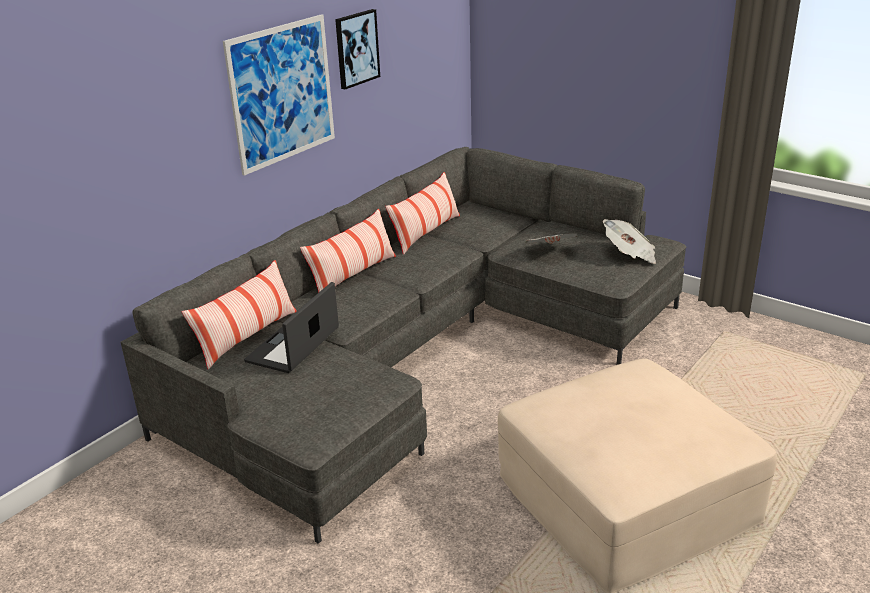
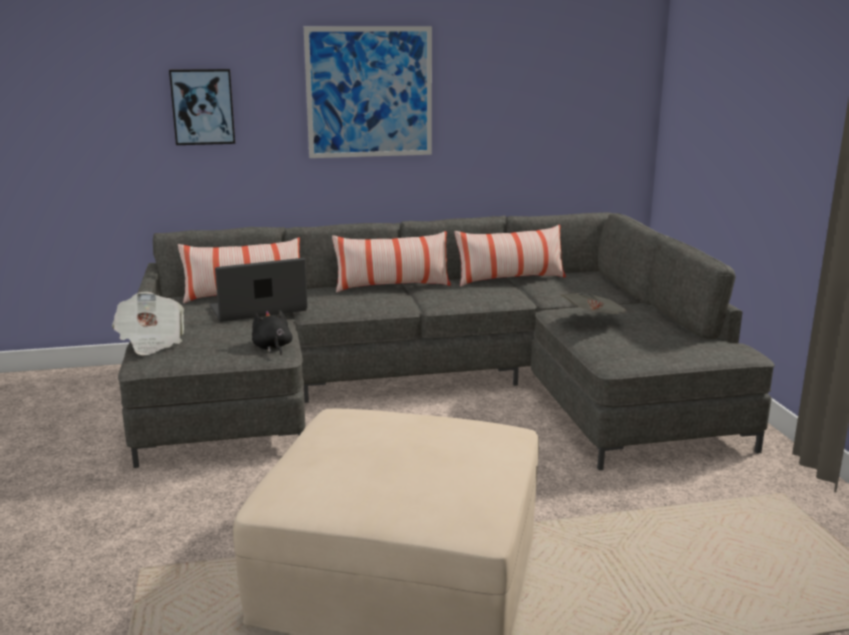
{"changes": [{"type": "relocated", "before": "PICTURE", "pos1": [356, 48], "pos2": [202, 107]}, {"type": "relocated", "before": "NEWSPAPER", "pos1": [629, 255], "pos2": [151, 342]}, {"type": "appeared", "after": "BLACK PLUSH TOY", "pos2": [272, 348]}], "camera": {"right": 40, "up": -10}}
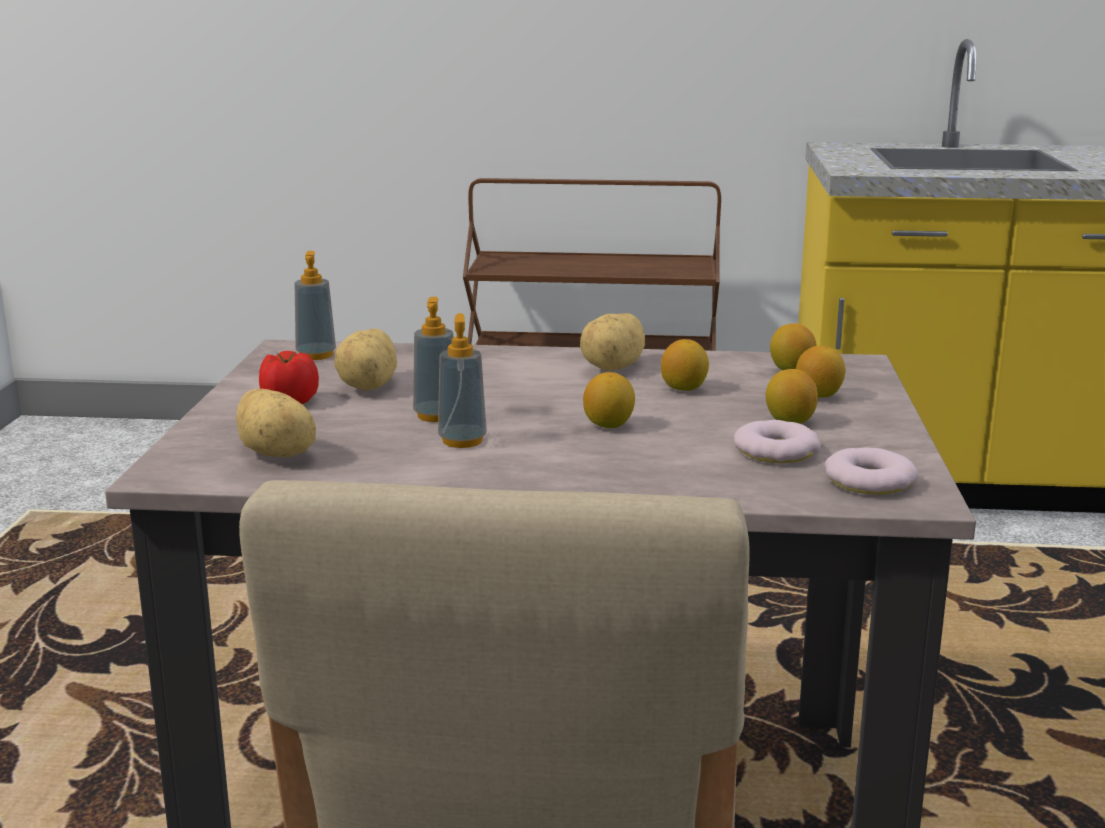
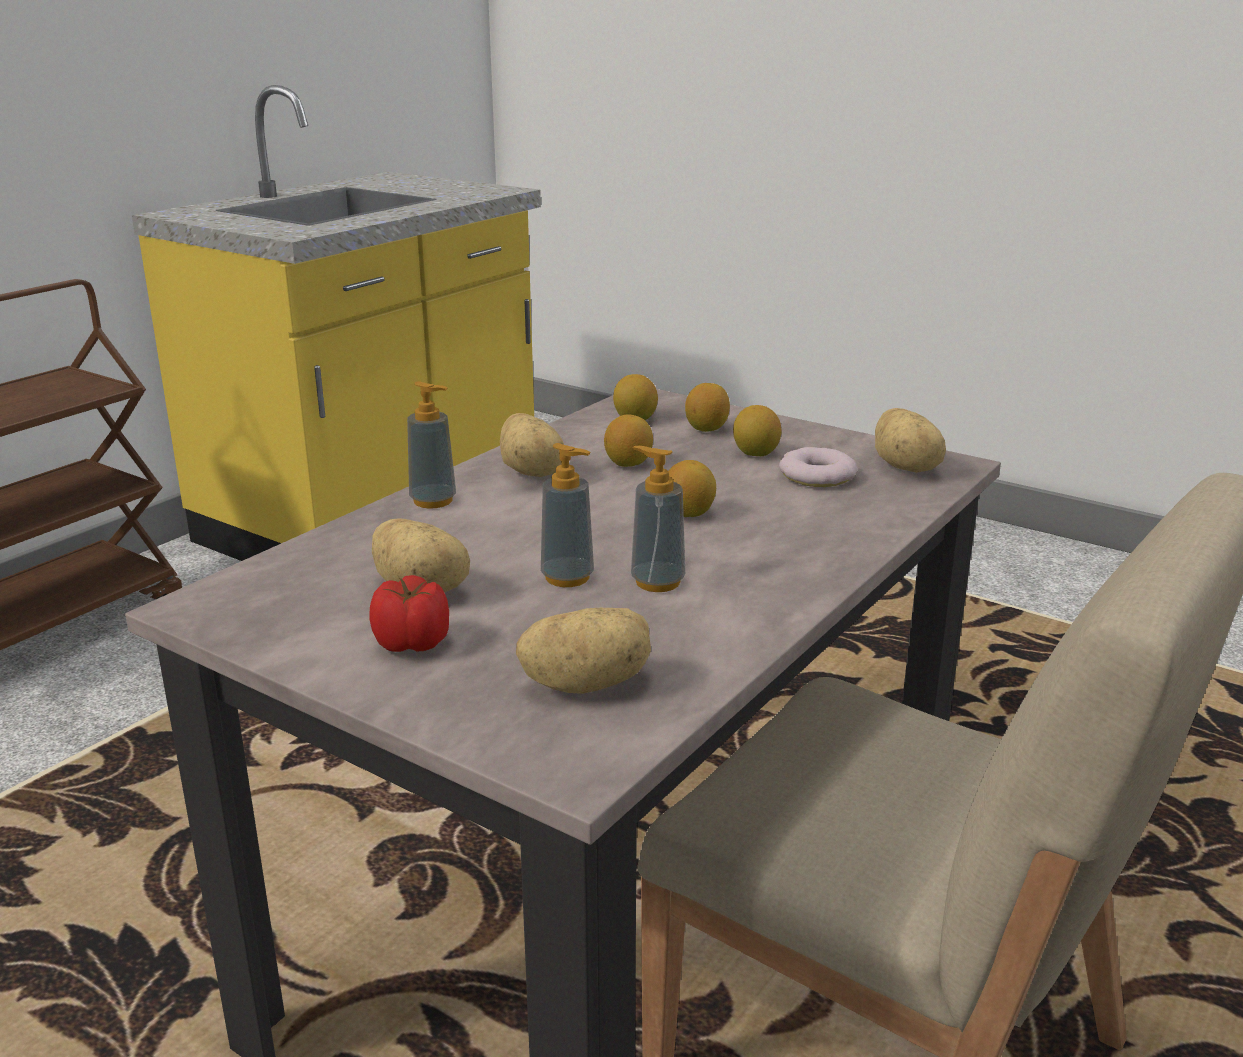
{"changes": [{"type": "relocated", "before": "SOAP DISPENSER", "pos1": [316, 355], "pos2": [433, 501]}, {"type": "exchanged", "before": "DONUT", "after": "POTATO", "pos1": [868, 481], "pos2": [906, 467]}], "camera": {"right": -60, "up": 5}}
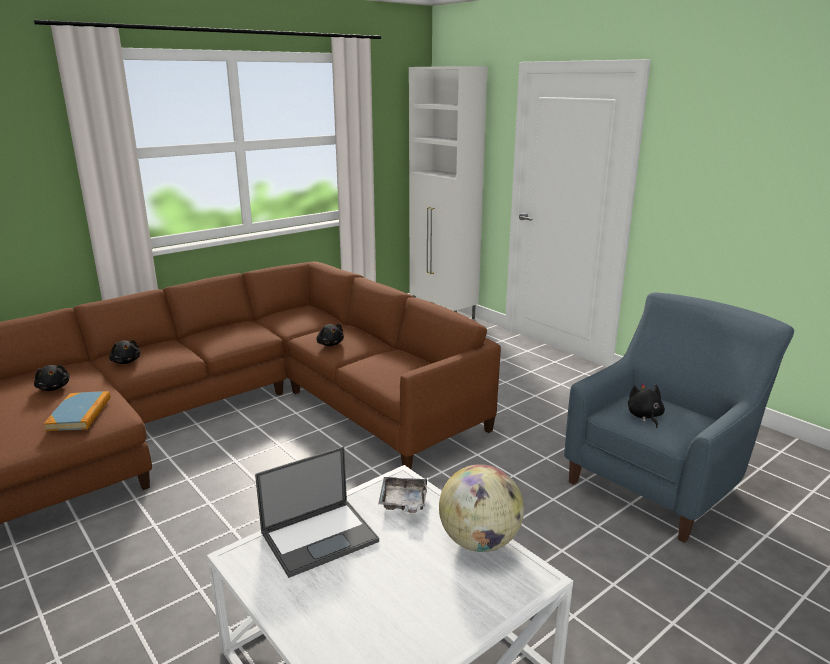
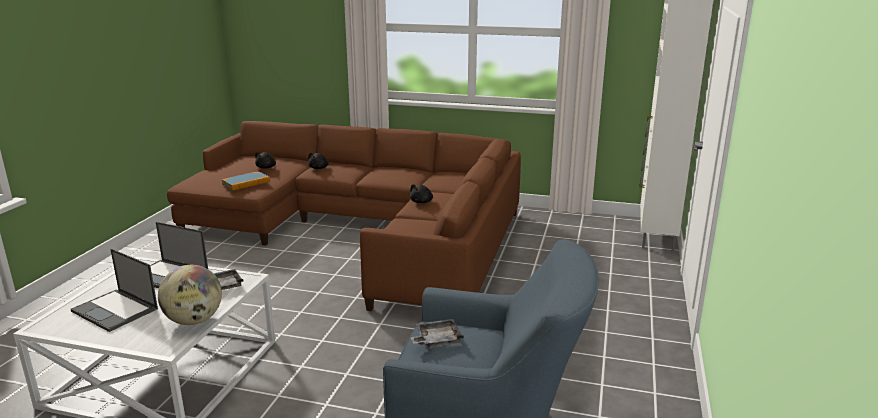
{"changes": [{"type": "exchanged", "before": "BLACK PLUSH TOY", "after": "GREY TRAY", "pos1": [644, 416], "pos2": [436, 340]}, {"type": "appeared", "after": "LAPTOP", "pos2": [116, 310]}], "camera": {"right": 55, "up": 0}}
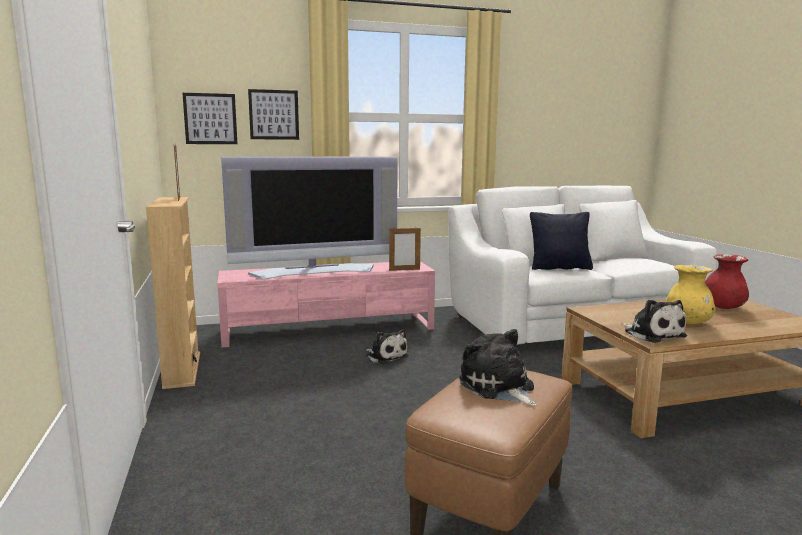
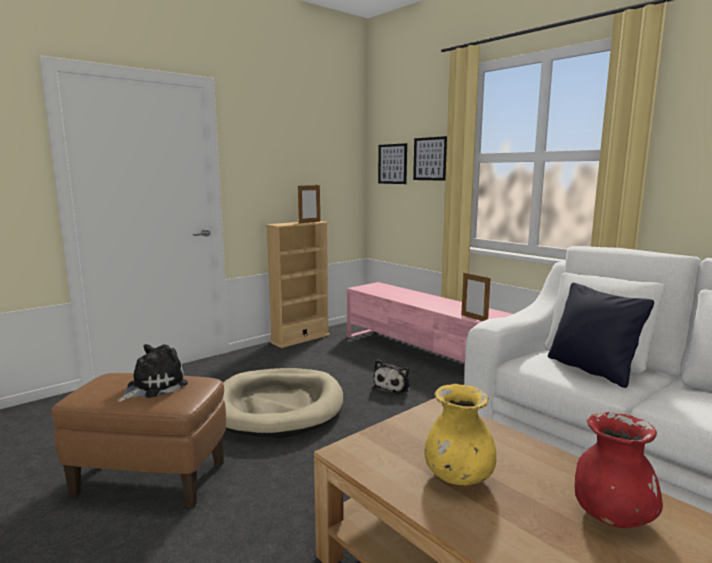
{"changes": [{"type": "missing", "before": "TELEVISION", "pos1": [314, 271]}, {"type": "missing", "before": "PLUSH TOY", "pos1": [652, 334]}, {"type": "appeared", "after": "BEIGE DOG BED", "pos2": [278, 406]}], "camera": {"right": 65, "up": 0}}
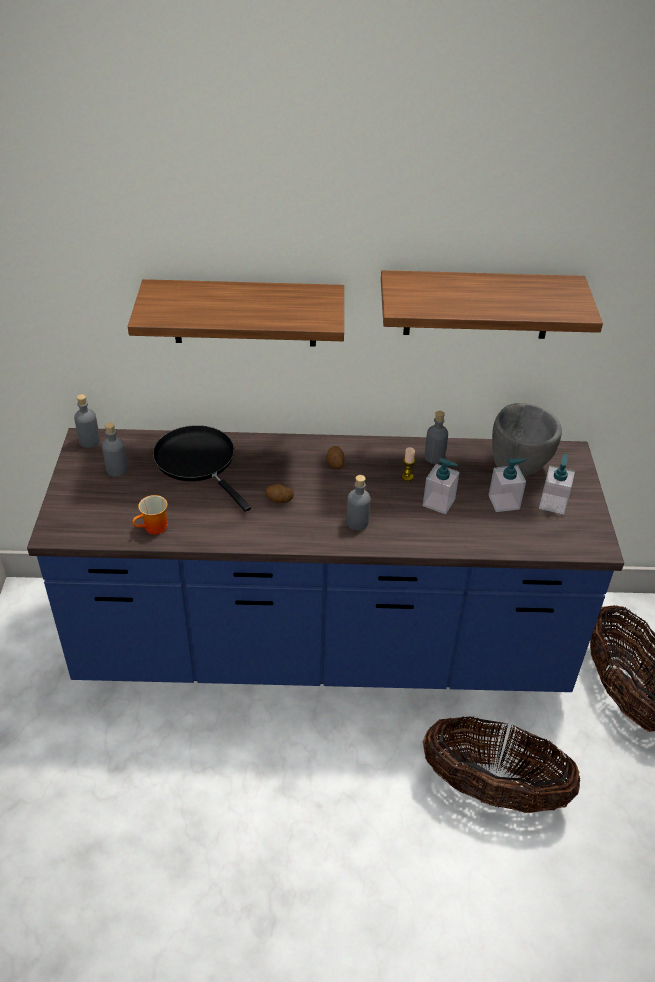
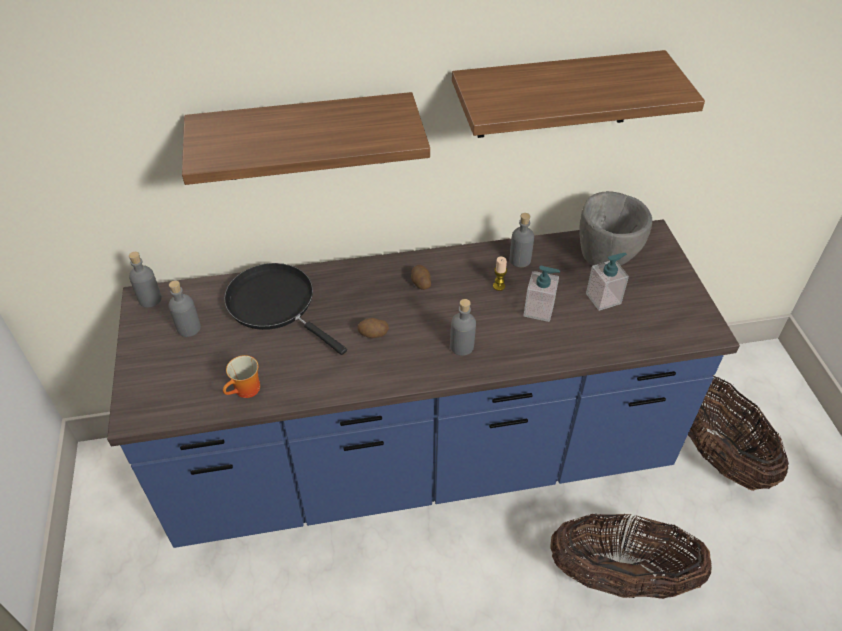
{"changes": [{"type": "missing", "before": "SOAP DISPENSER", "pos1": [553, 503]}], "camera": {"right": -10, "up": 5}}
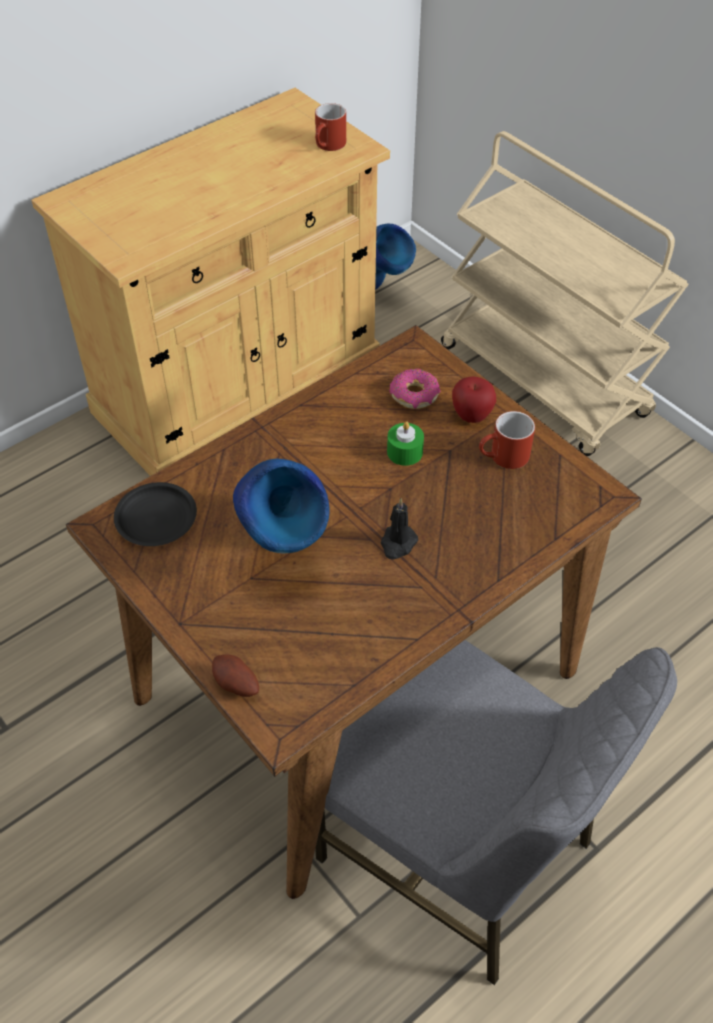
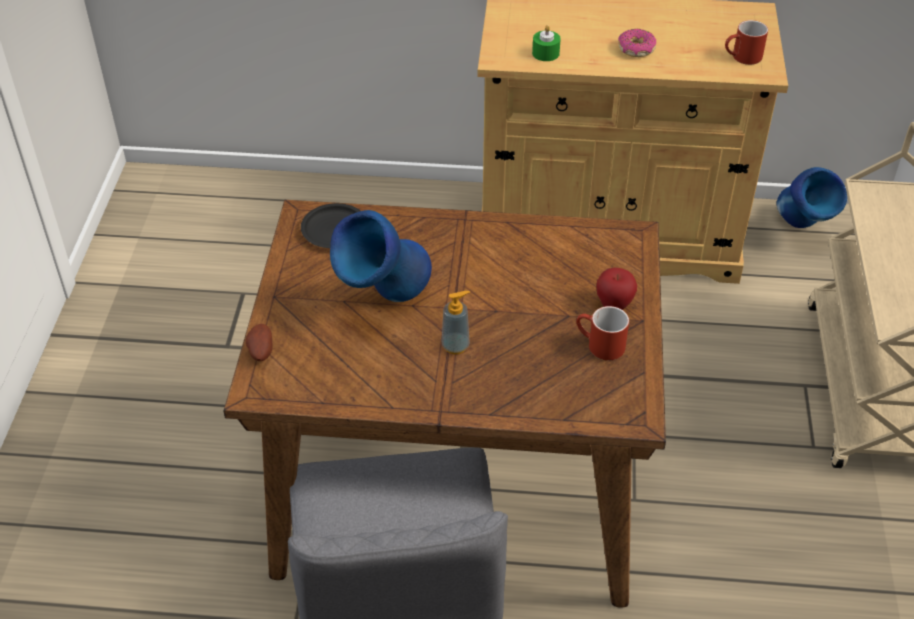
{"changes": [{"type": "exchanged", "before": "BLACK CANDLE", "after": "SOAP DISPENSER", "pos1": [398, 543], "pos2": [455, 346]}, {"type": "relocated", "before": "GREEN CANDLE", "pos1": [404, 452], "pos2": [545, 53]}, {"type": "relocated", "before": "DONUT", "pos1": [414, 396], "pos2": [636, 49]}], "camera": {"right": 45, "up": -5}}
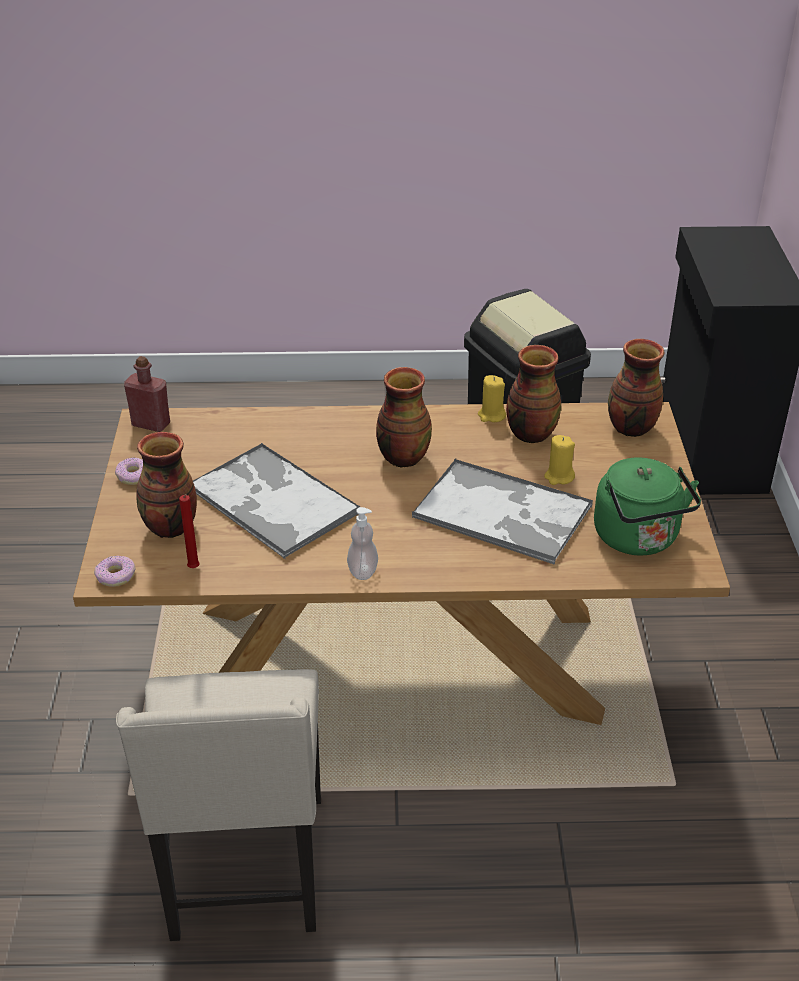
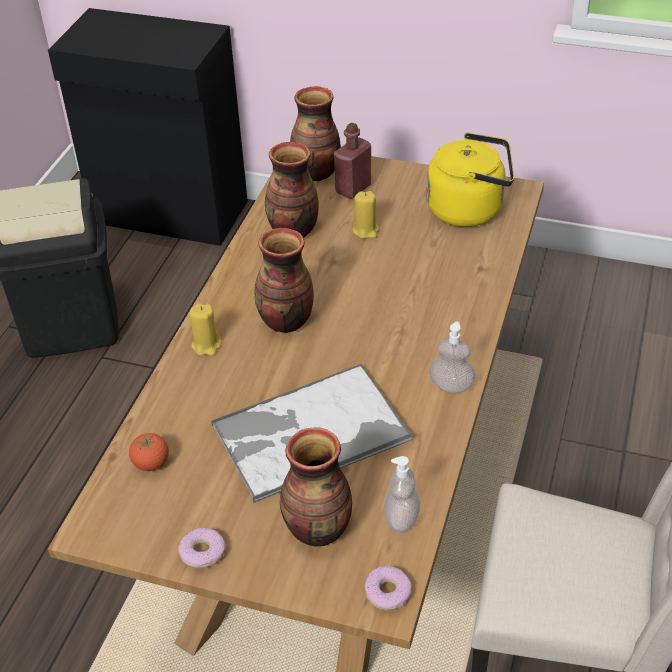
{"changes": [{"type": "relocated", "before": "RED BOTTLE", "pos1": [151, 424], "pos2": [353, 189]}, {"type": "exchanged", "before": "RED CANDLE", "after": "SOAP DISPENSER", "pos1": [194, 569], "pos2": [401, 518]}, {"type": "missing", "before": "TRAY", "pos1": [503, 513]}, {"type": "relocated", "before": "YELLOW CANDLE", "pos1": [491, 415], "pos2": [207, 345]}, {"type": "colour", "before": "GREEN KETTLE", "after": "YELLOW KETTLE", "pos1": [639, 539], "pos2": [469, 209]}, {"type": "appeared", "after": "TOMATO", "pos2": [151, 463]}], "camera": {"right": -70, "up": 5}}
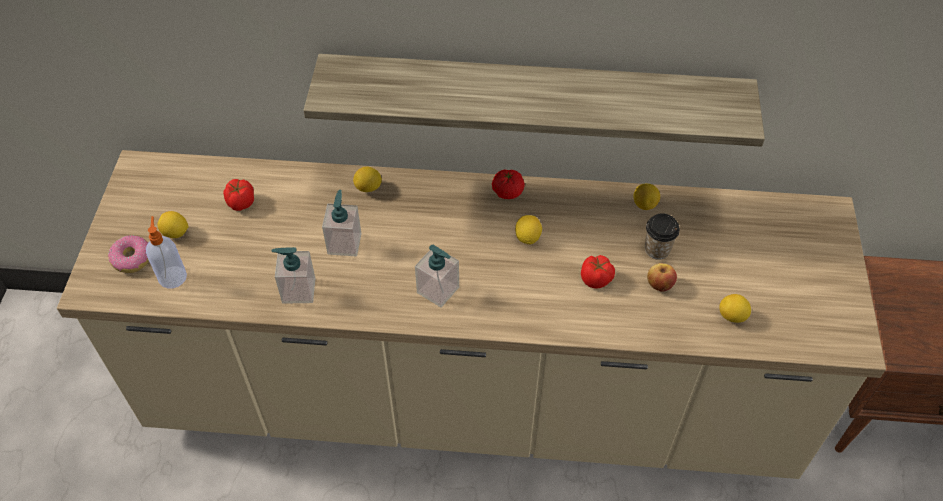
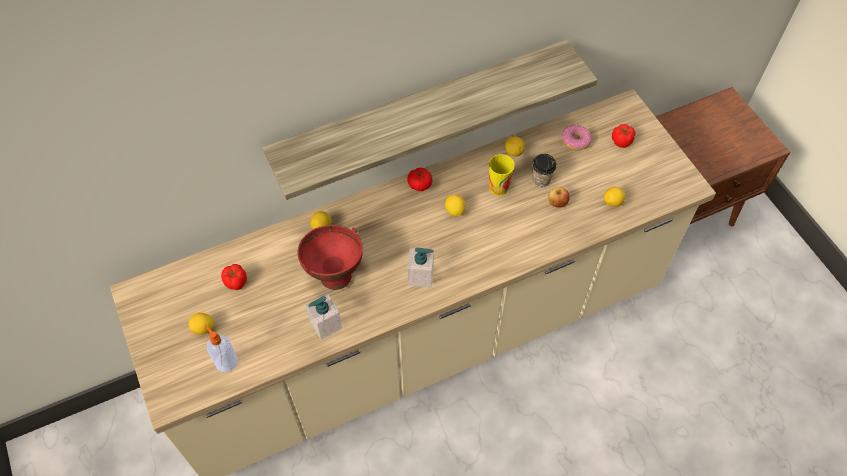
{"changes": [{"type": "relocated", "before": "DONUT", "pos1": [132, 258], "pos2": [575, 141]}, {"type": "exchanged", "before": "SOAP DISPENSER", "after": "RED BOWL", "pos1": [344, 243], "pos2": [333, 275]}, {"type": "relocated", "before": "TOMATO", "pos1": [596, 279], "pos2": [622, 141]}, {"type": "appeared", "after": "CUP", "pos2": [498, 187]}], "camera": {"right": -30, "up": 5}}
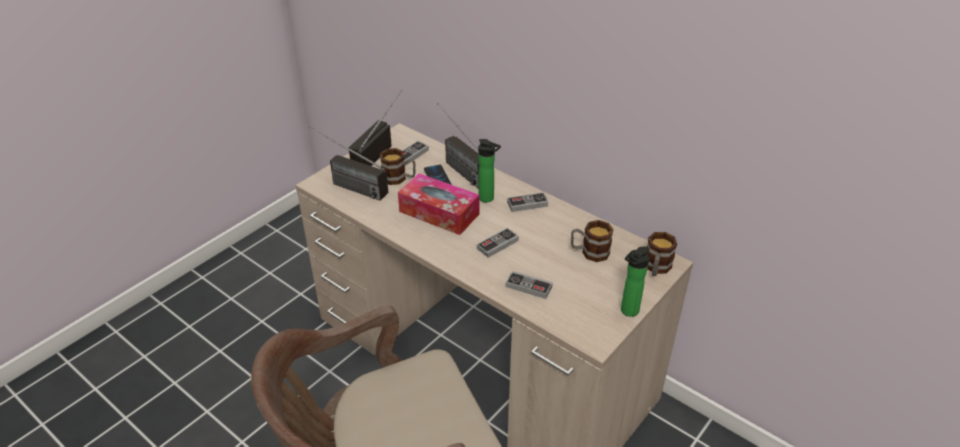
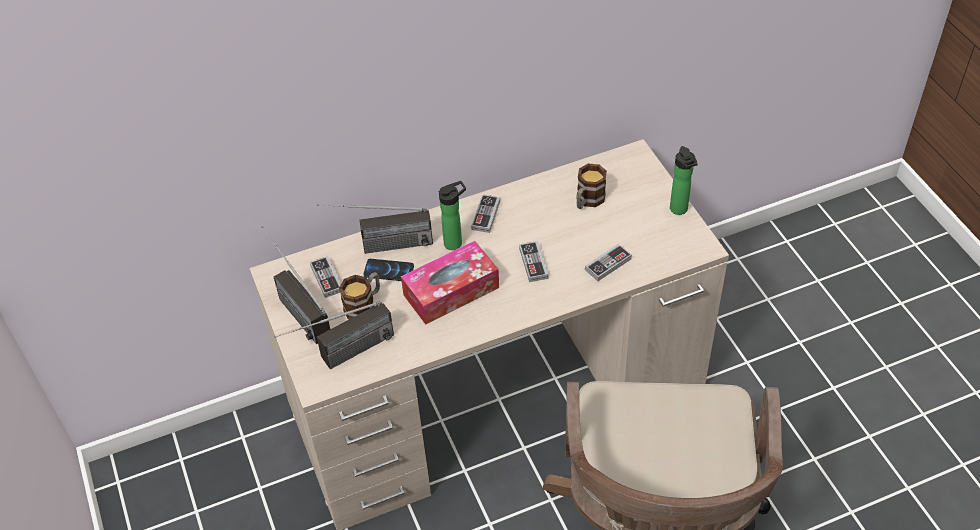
{"changes": [{"type": "missing", "before": "MUG", "pos1": [656, 268]}], "camera": {"right": -60, "up": 10}}
